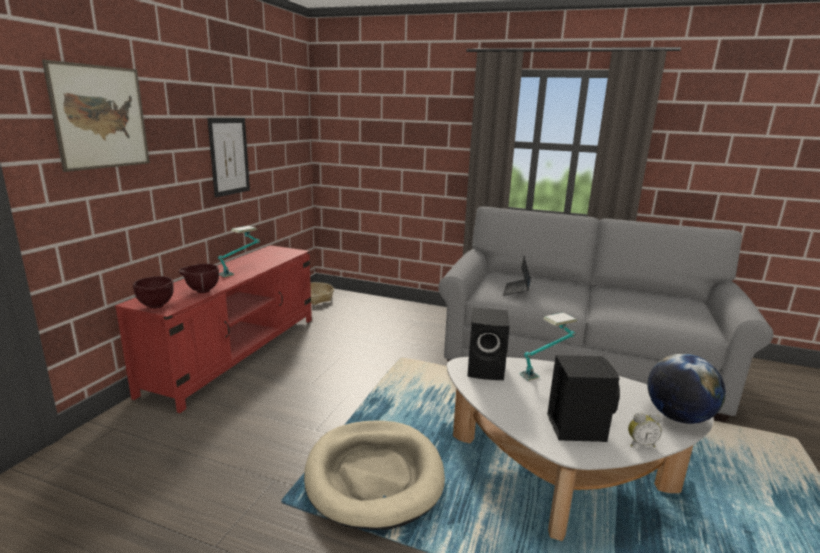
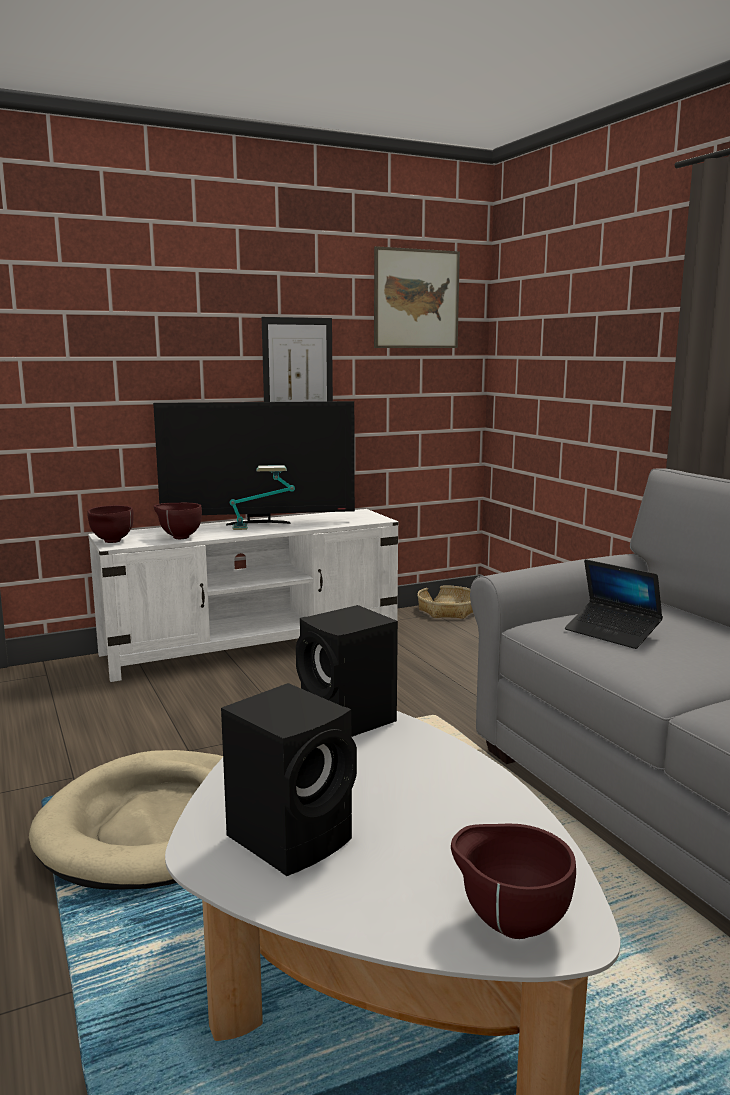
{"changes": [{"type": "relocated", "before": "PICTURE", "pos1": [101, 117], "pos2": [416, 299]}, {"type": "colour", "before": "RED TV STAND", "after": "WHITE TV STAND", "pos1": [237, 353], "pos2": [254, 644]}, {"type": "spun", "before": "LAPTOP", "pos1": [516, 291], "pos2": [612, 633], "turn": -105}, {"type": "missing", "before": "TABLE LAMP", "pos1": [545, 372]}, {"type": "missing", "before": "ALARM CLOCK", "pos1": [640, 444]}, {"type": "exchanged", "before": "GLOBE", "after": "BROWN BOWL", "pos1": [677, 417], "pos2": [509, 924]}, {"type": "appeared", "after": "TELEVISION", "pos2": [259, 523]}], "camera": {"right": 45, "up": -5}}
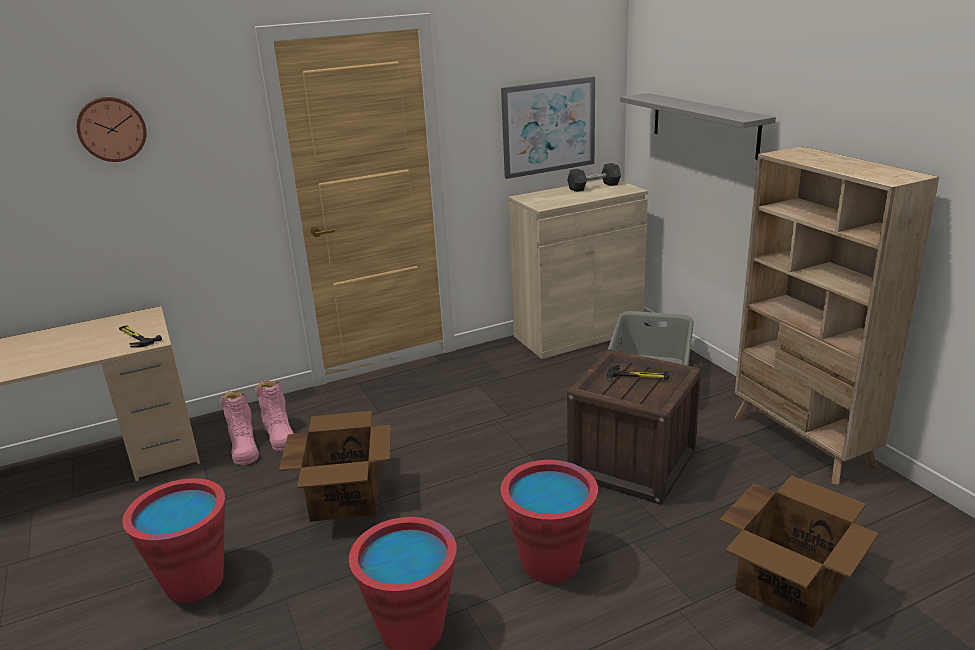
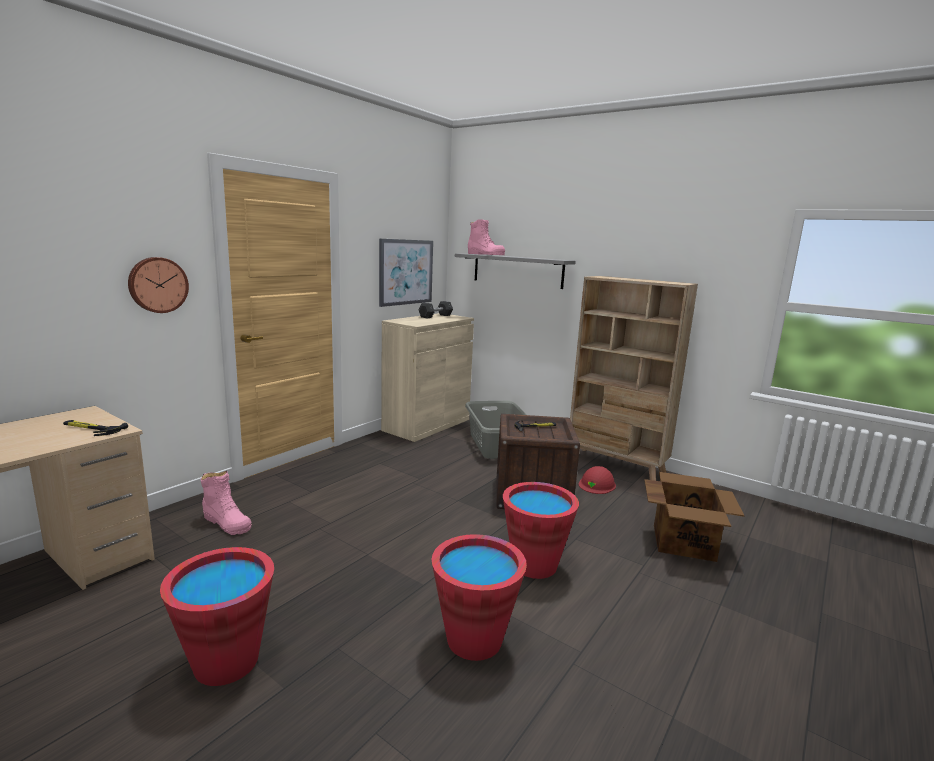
{"changes": [{"type": "relocated", "before": "WALL CLOCK", "pos1": [111, 129], "pos2": [157, 285]}, {"type": "relocated", "before": "PINK BOOT", "pos1": [244, 447], "pos2": [485, 254]}, {"type": "missing", "before": "CARDBOARD BOX", "pos1": [346, 497]}, {"type": "appeared", "after": "RED HARD HAT", "pos2": [597, 484]}], "camera": {"right": -30, "up": -10}}
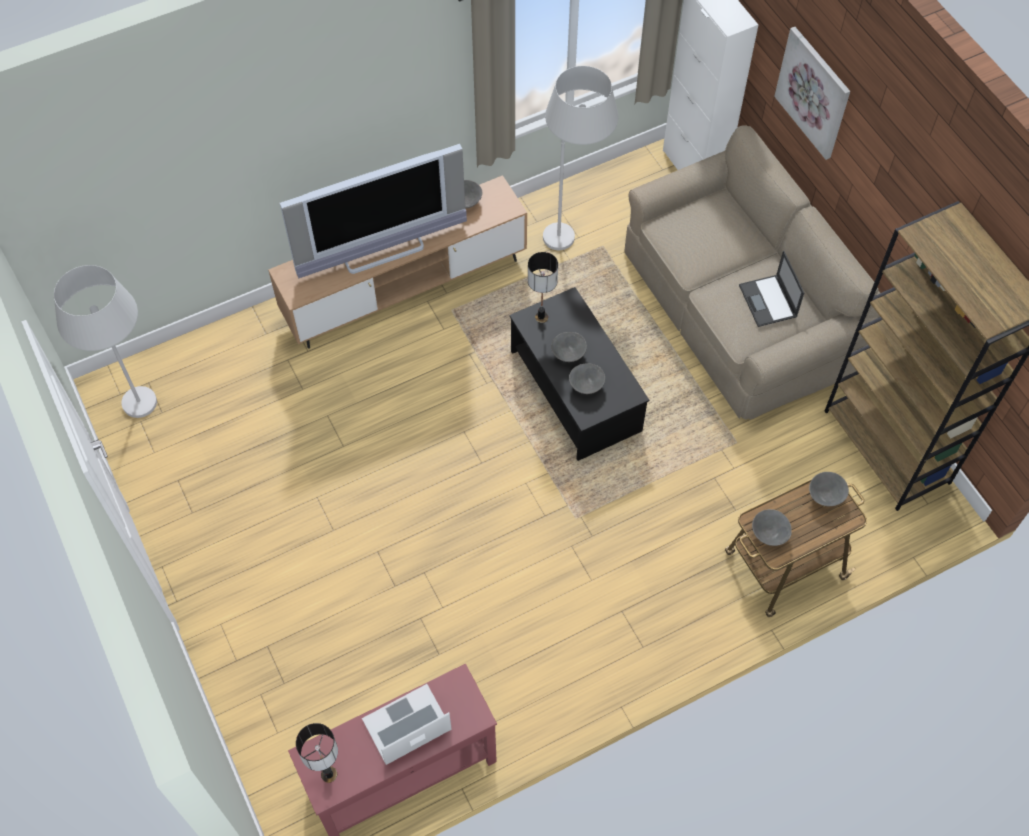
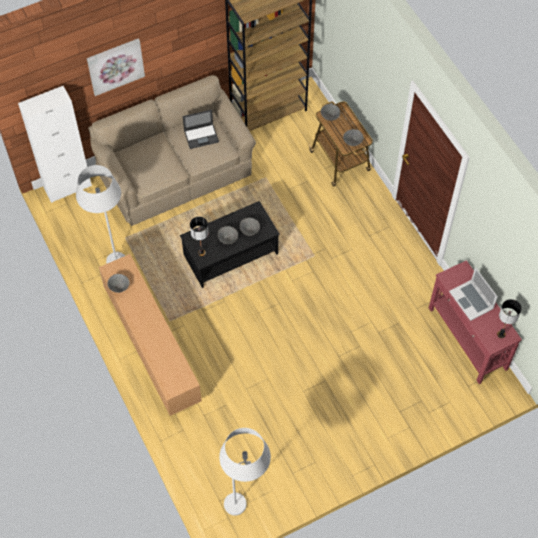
{"changes": [{"type": "missing", "before": "TELEVISION", "pos1": [382, 249]}], "camera": {"right": -90, "up": 0}}
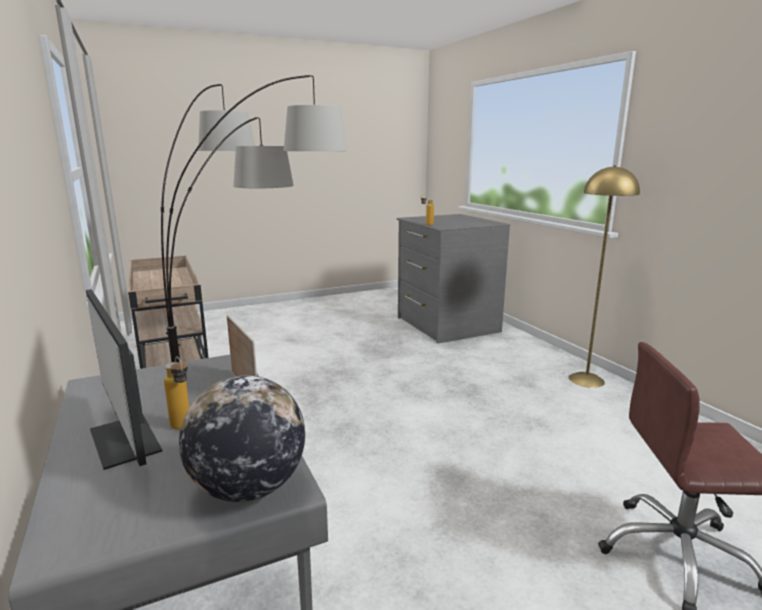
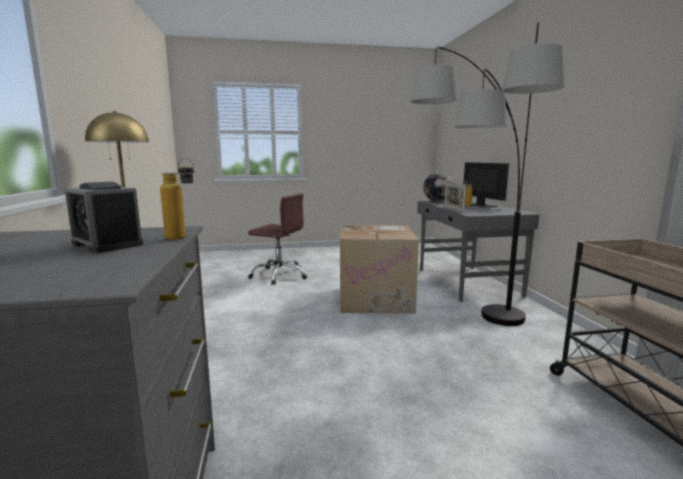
{"changes": [{"type": "appeared", "after": "ALARM CLOCK", "pos2": [107, 244]}, {"type": "appeared", "after": "CARDBOARD BOX", "pos2": [376, 299]}], "camera": {"right": -165, "up": -5}}
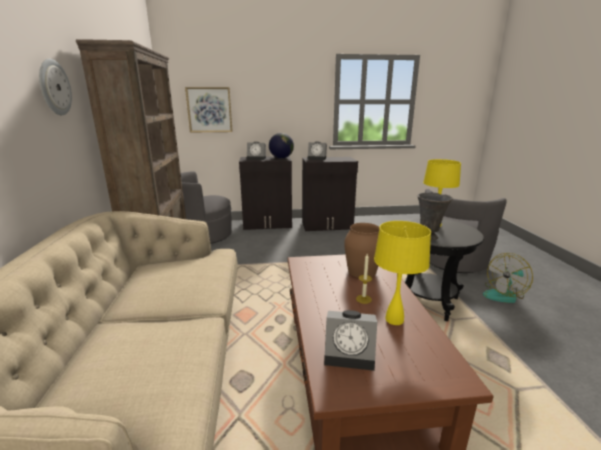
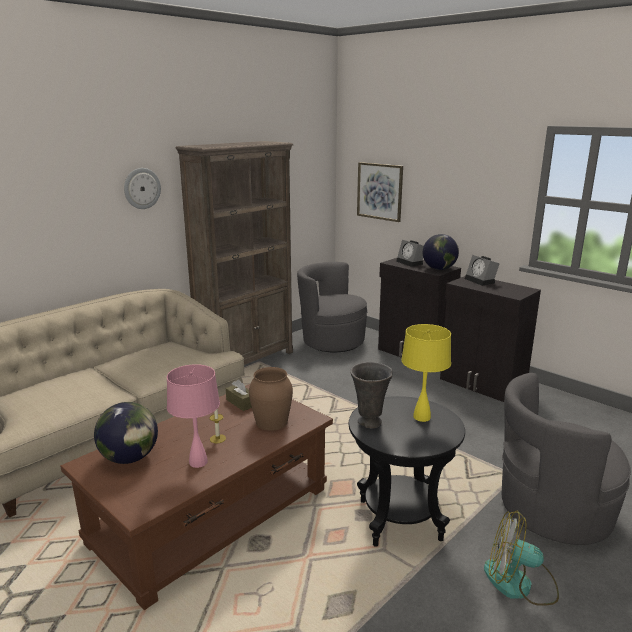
{"changes": [{"type": "exchanged", "before": "ALARM CLOCK", "after": "GLOBE", "pos1": [351, 354], "pos2": [130, 458]}, {"type": "colour", "before": "YELLOW TABLE LAMP", "after": "PINK TABLE LAMP", "pos1": [394, 319], "pos2": [198, 462]}, {"type": "appeared", "after": "BROWN TISSUE BOX", "pos2": [241, 402]}], "camera": {"right": 50, "up": 0}}
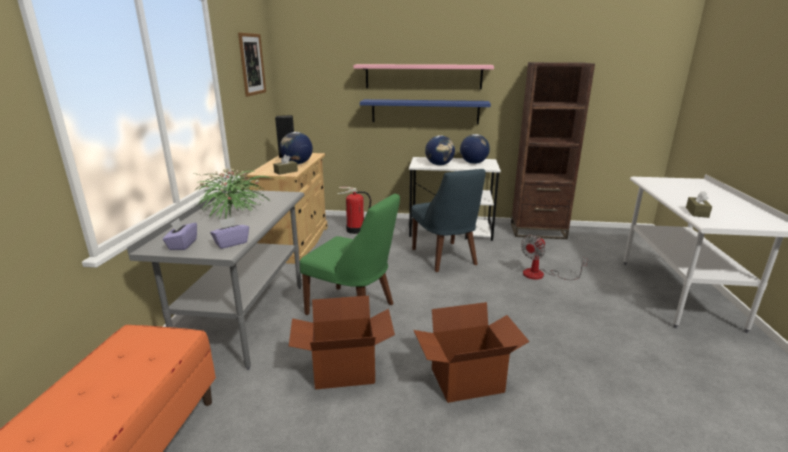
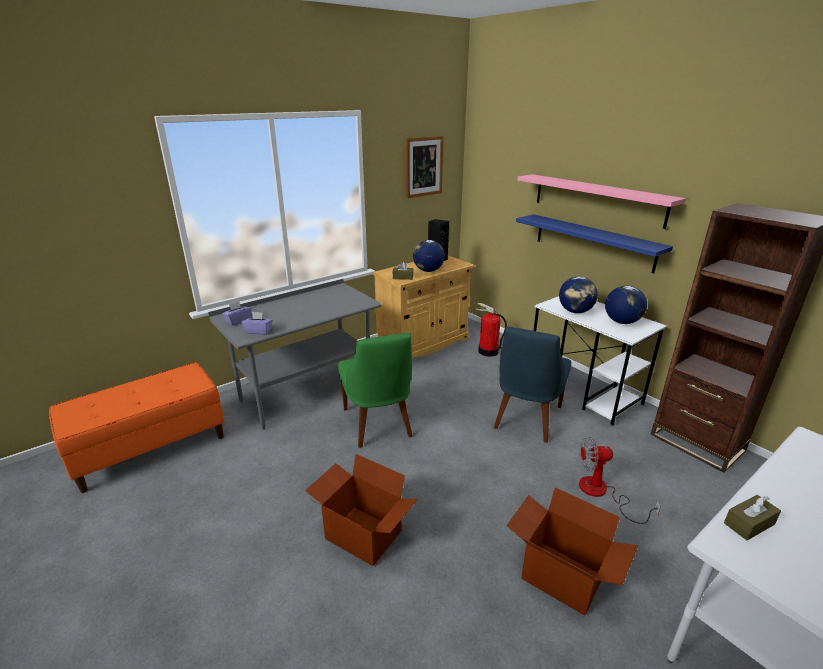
{"changes": [{"type": "missing", "before": "POTTED PLANT", "pos1": [233, 211]}, {"type": "relocated", "before": "CARDBOARD BOX", "pos1": [344, 371], "pos2": [561, 578]}], "camera": {"right": 45, "up": 5}}
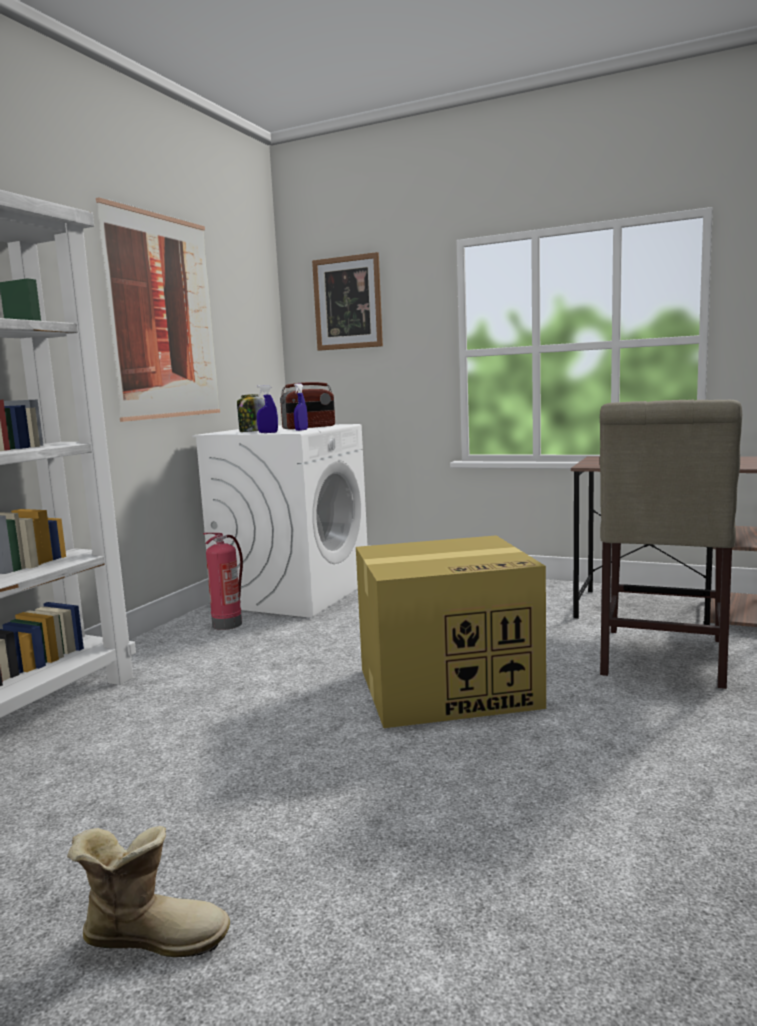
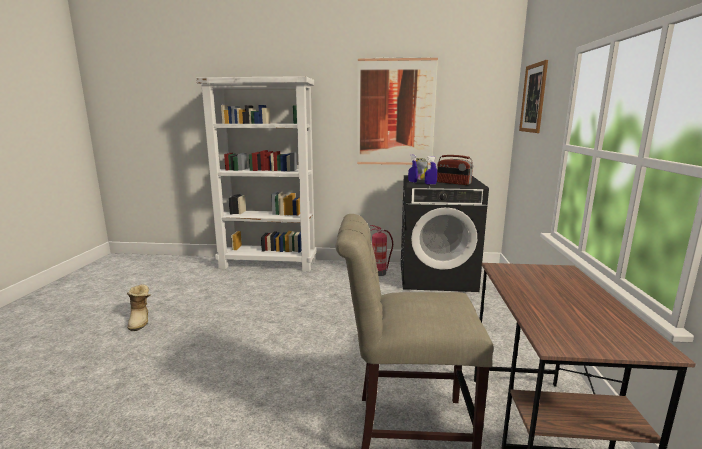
{"changes": [{"type": "colour", "before": "WHITE WASHING MACHINE", "after": "BLACK WASHING MACHINE", "pos1": [293, 593], "pos2": [437, 277]}, {"type": "missing", "before": "CARDBOARD BOX", "pos1": [449, 687]}], "camera": {"right": 70, "up": 5}}
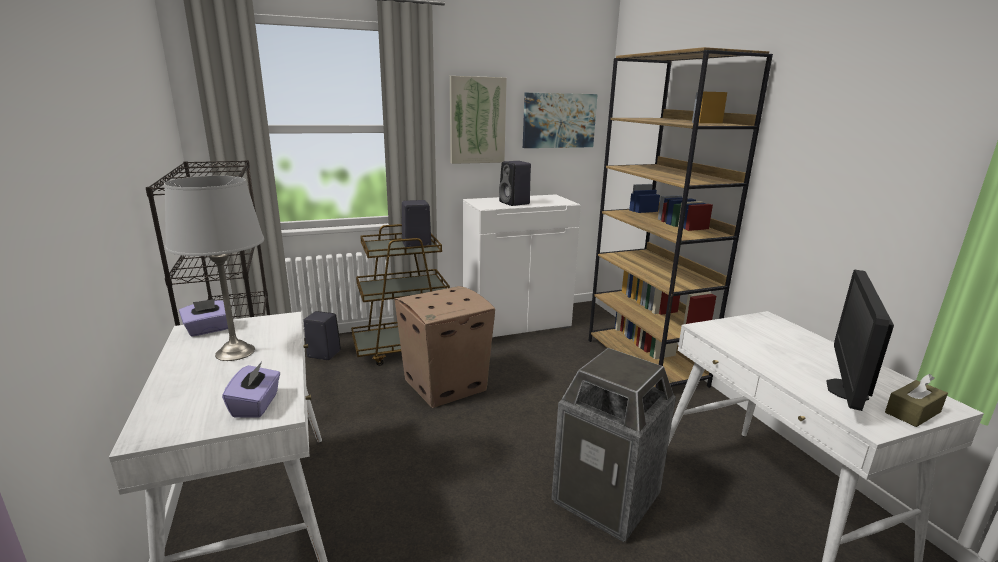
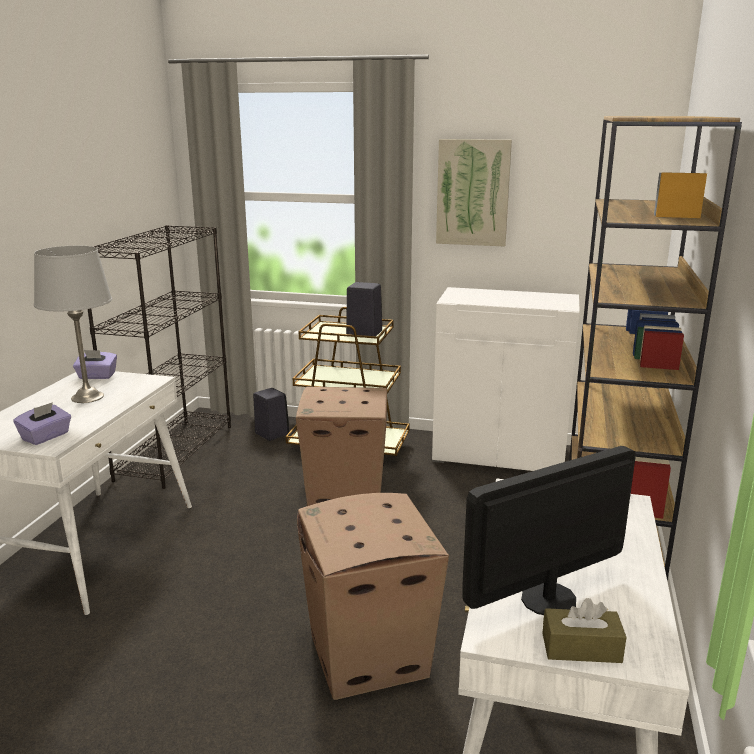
{"changes": [{"type": "missing", "before": "BLACK SPEAKER", "pos1": [515, 203]}, {"type": "missing", "before": "PICTURE", "pos1": [559, 120]}, {"type": "exchanged", "before": "TRASH CAN", "after": "CARDBOARD BOX", "pos1": [607, 499], "pos2": [369, 656]}], "camera": {"right": 35, "up": 0}}
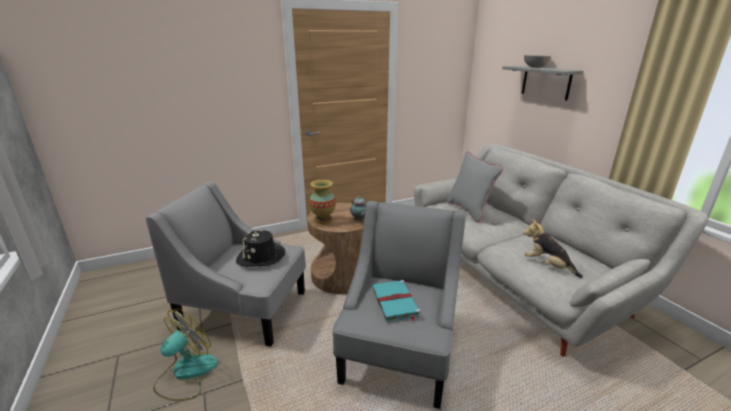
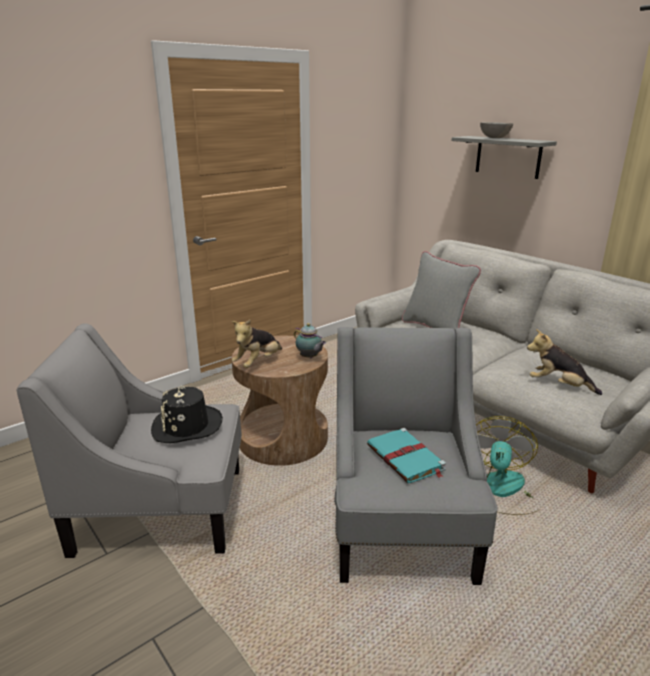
{"changes": [{"type": "relocated", "before": "FAN", "pos1": [186, 373], "pos2": [502, 491]}, {"type": "exchanged", "before": "VASE", "after": "PLUSH TOY", "pos1": [323, 220], "pos2": [258, 363]}], "camera": {"right": -15, "up": 0}}
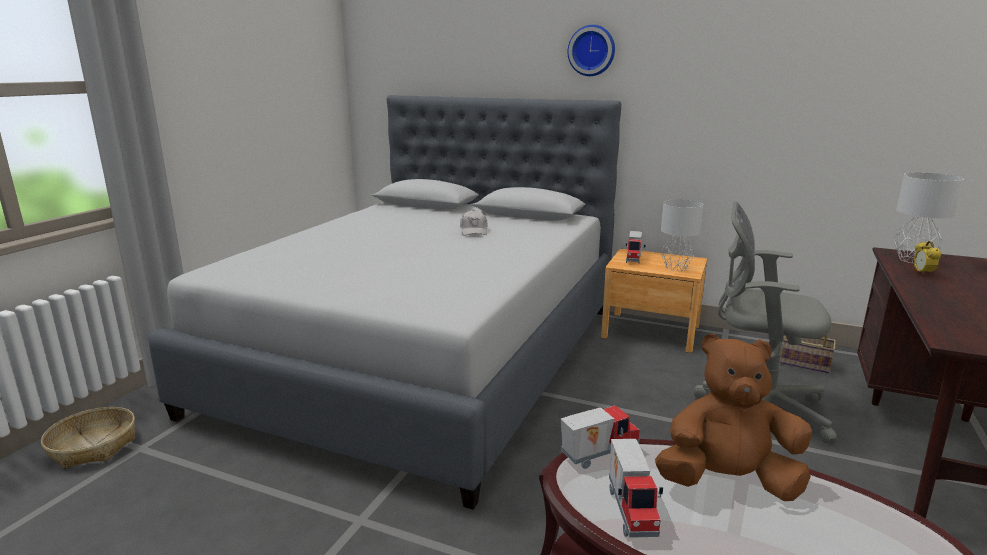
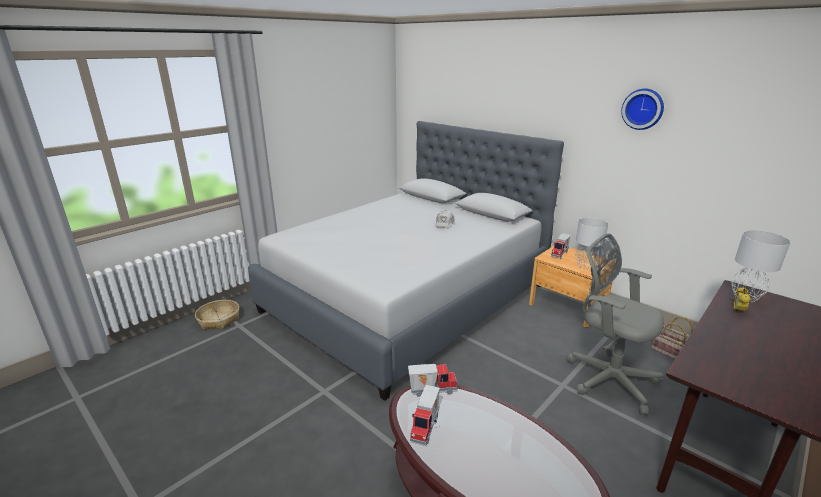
{"changes": [{"type": "relocated", "before": "WALL CLOCK", "pos1": [592, 50], "pos2": [643, 109]}, {"type": "missing", "before": "BROWN PLUSH TOY", "pos1": [727, 482]}], "camera": {"right": 20, "up": 5}}
